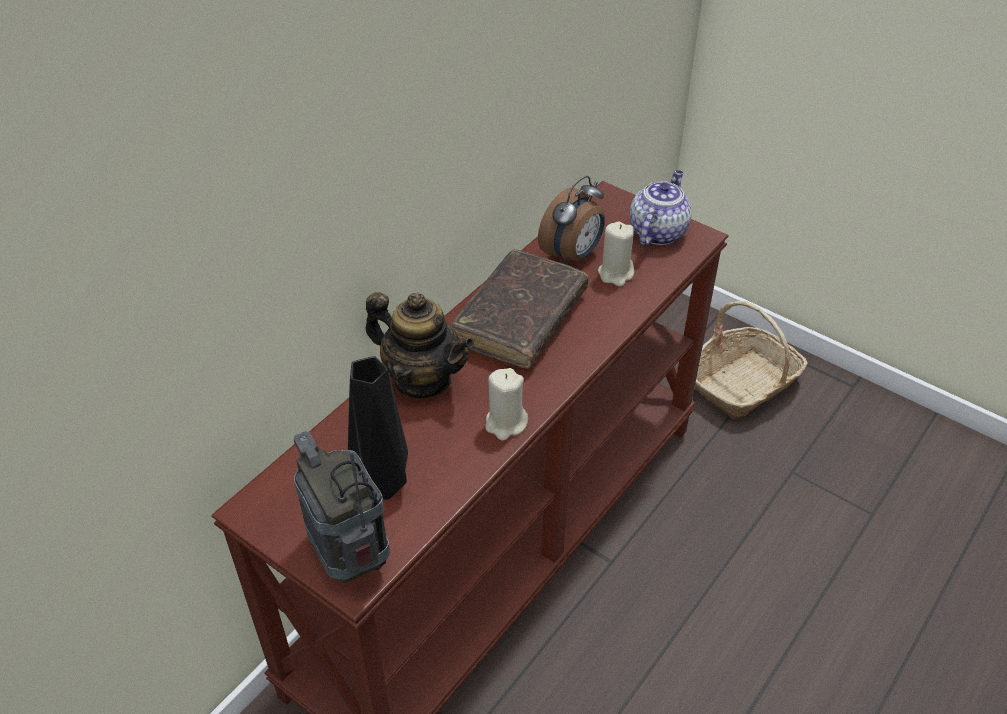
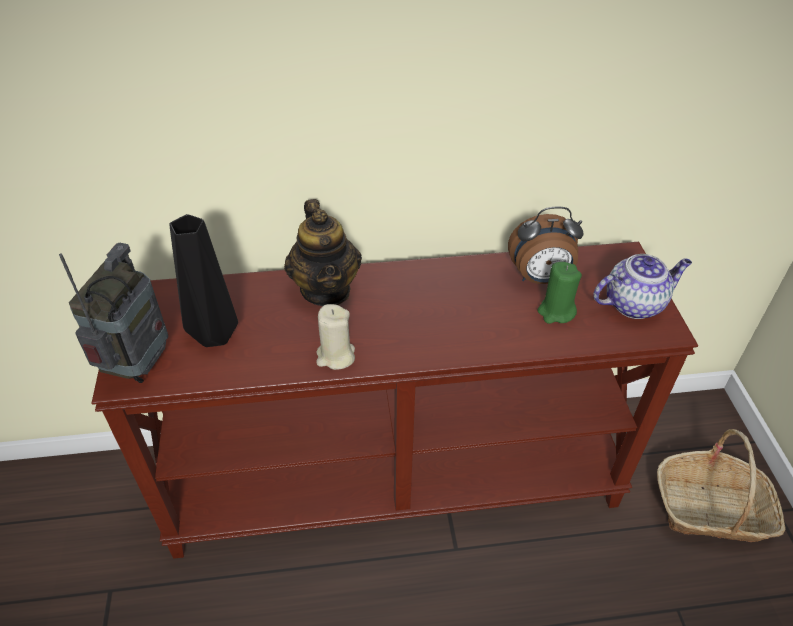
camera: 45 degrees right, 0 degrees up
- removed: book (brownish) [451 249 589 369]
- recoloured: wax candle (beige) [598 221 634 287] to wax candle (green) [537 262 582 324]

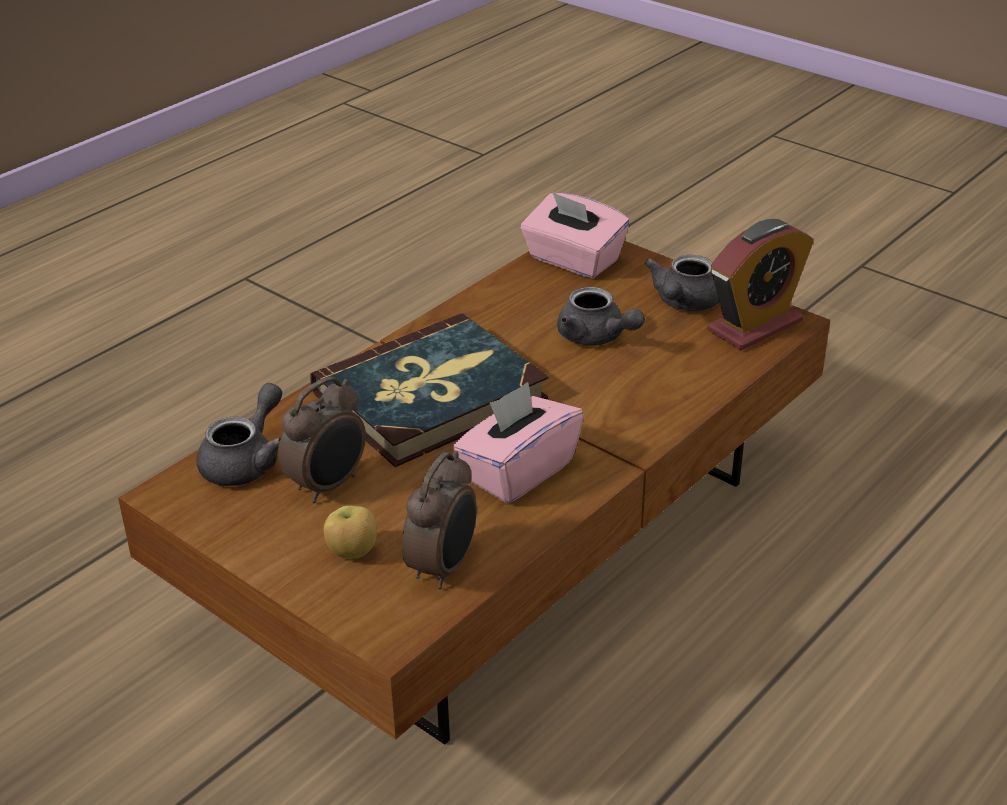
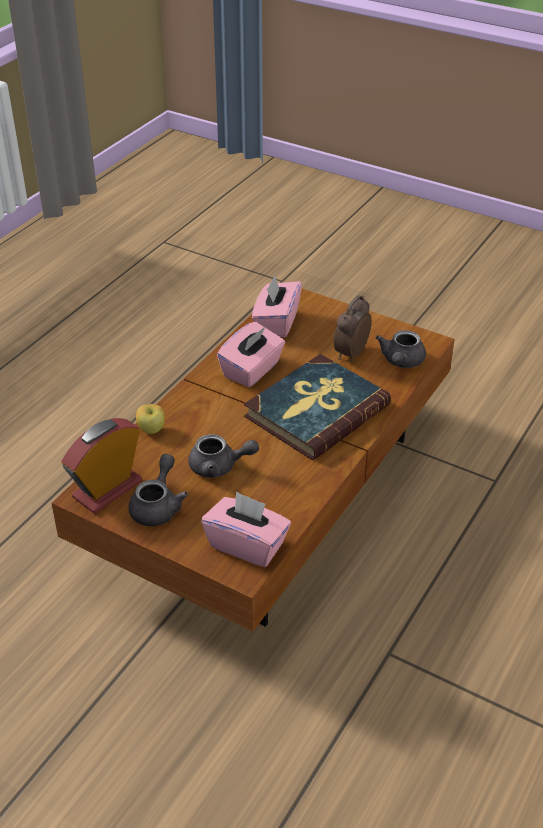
camera: 170 degrees right, 5 degrees up
- moved: whole apple [324 506 377 559] to [136 404 165 434]
- replaced: table clock [402 451 477 589] to tissue box (pink) [252 275 302 337]
- turned: pot for tea (gray) [557 287 645 346] = [188 434 259 478] 150 degrees clockwise

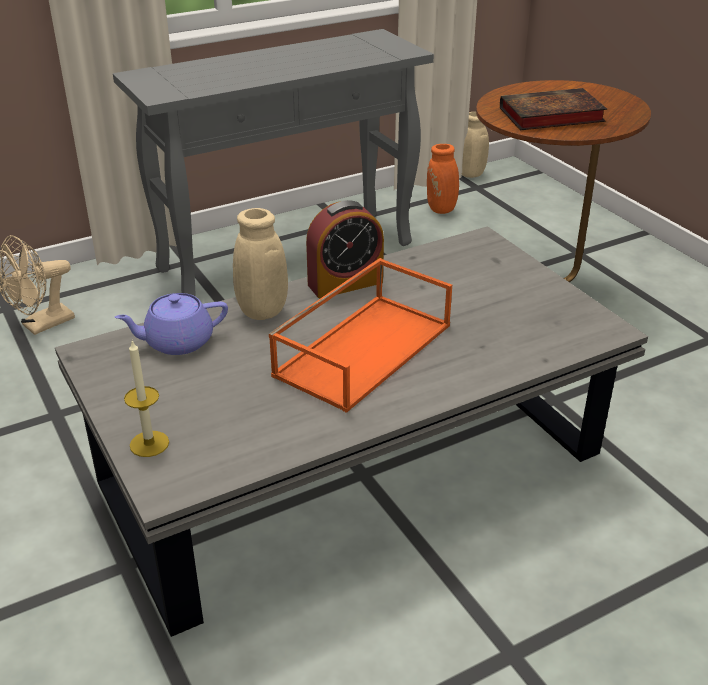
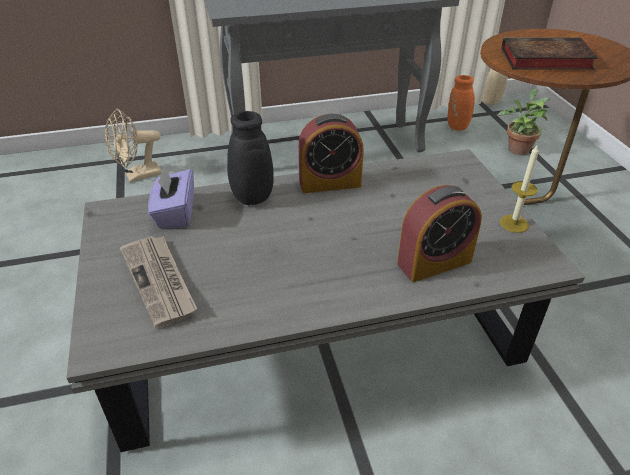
camera: 15 degrees right, 5 degrees up
- replaced: pot for tea (purple) [115 293 228 355] to tissue box (purple) [148 167 194 228]
- moved: wax candle [124 340 169 457] to [500 144 539 233]
- recoloured: decorative vase (beige) [233 208 288 320] to decorative vase (blackish) [227 111 274 205]
- removed: carrying tray (orangey) [269 258 452 413]
- added: printed paper [120 236 197 329]
- added: table clock [397 185 482 282]
- added: houseplant [498 88 550 155]

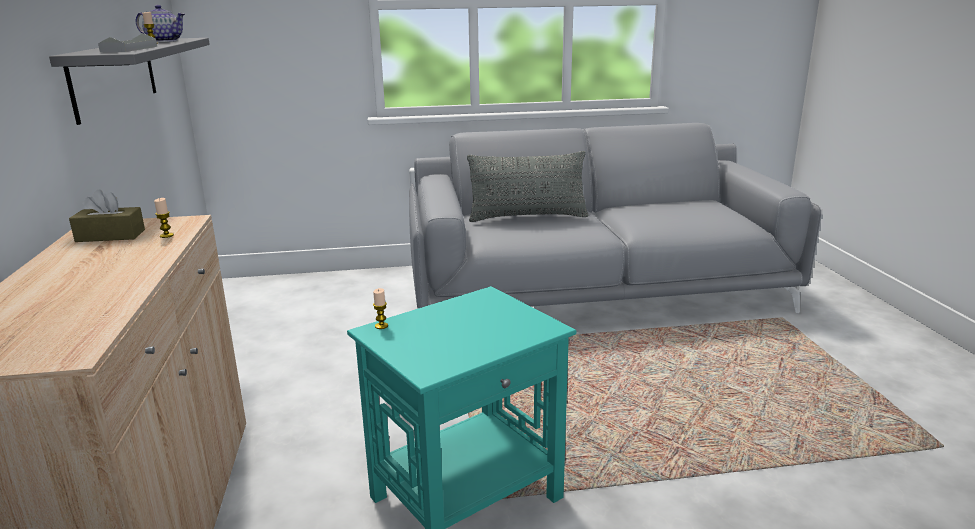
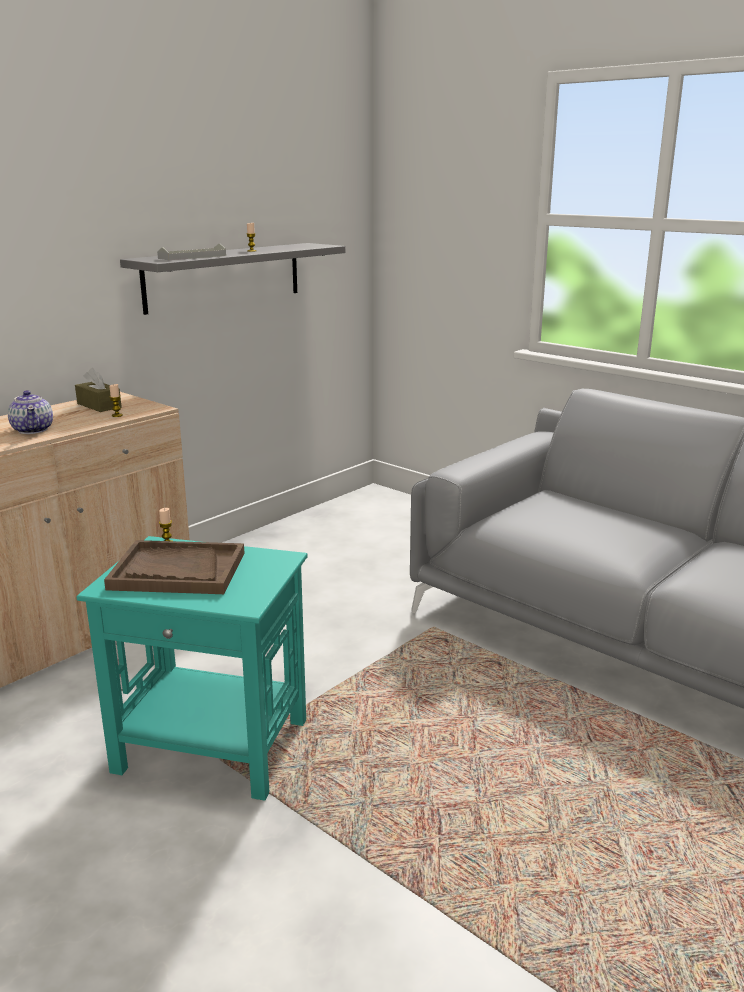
camera: 50 degrees right, 0 degrees up
- moved: pot for tea [136 5 185 42] to [8 390 53 434]
- removed: pillow (gray) [467 151 589 222]
- added: carrying tray (brownish) [104 540 244 594]

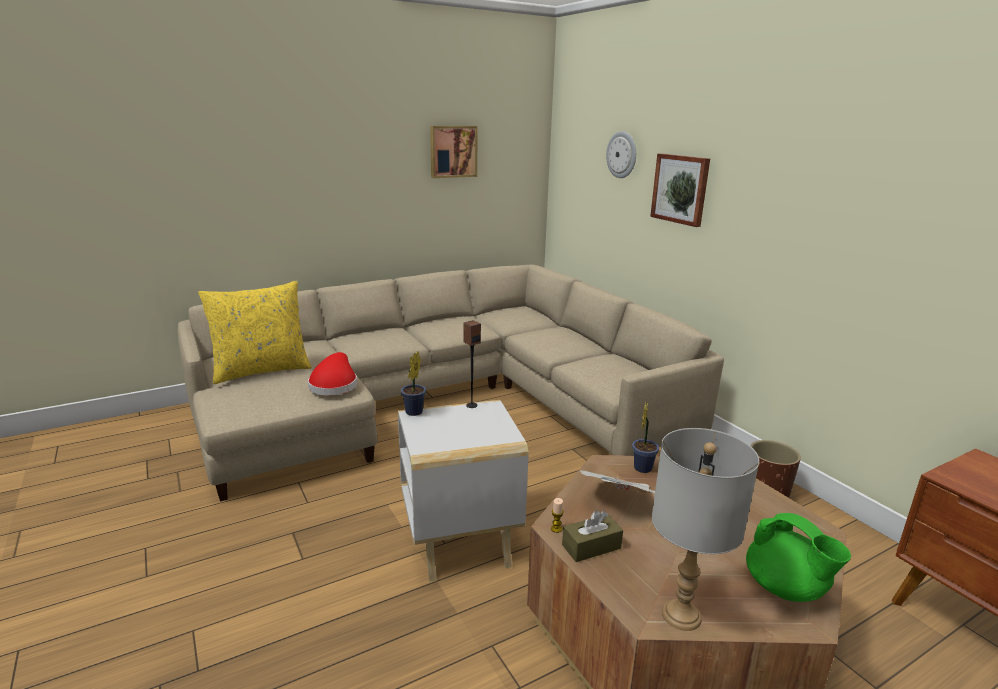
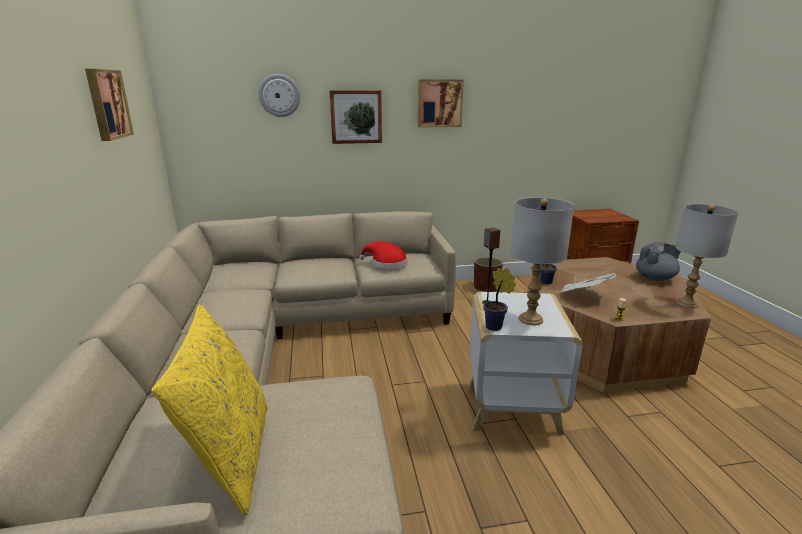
camera: 70 degrees left, 0 degrees up
- moved: hat (reddish) [308 352 357 395] to [359 242 407 269]
- removed: tissue box (brownish) [562 510 623 562]
- recoloured: pot for tea (green) [746 513 851 602] to pot for tea (gray) [636 242 681 281]
- added: picture [418 80 464 128]
- added: tabletop lamp (gray) [510 197 574 326]

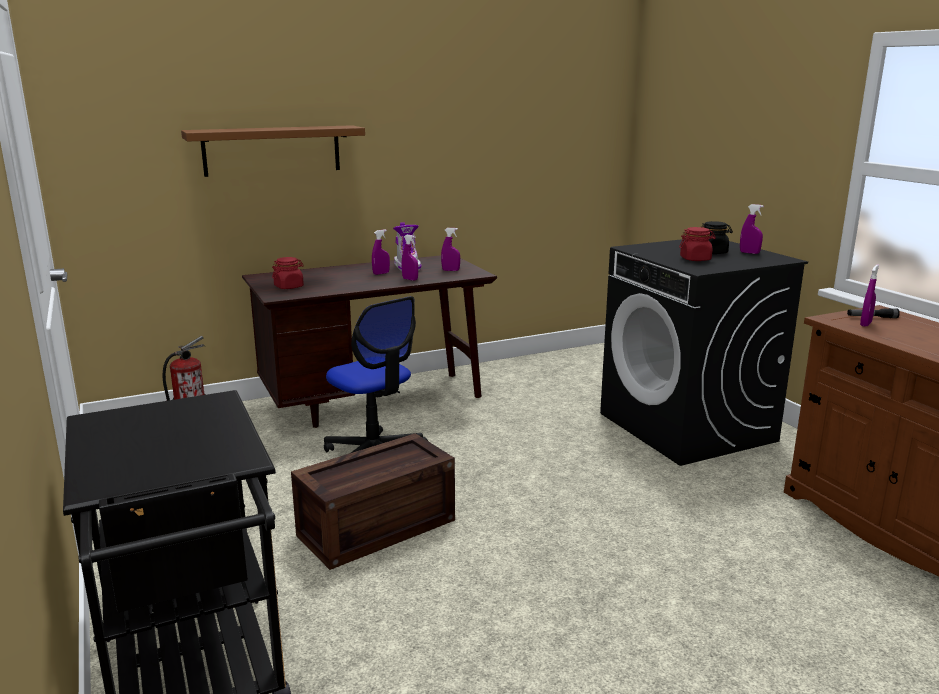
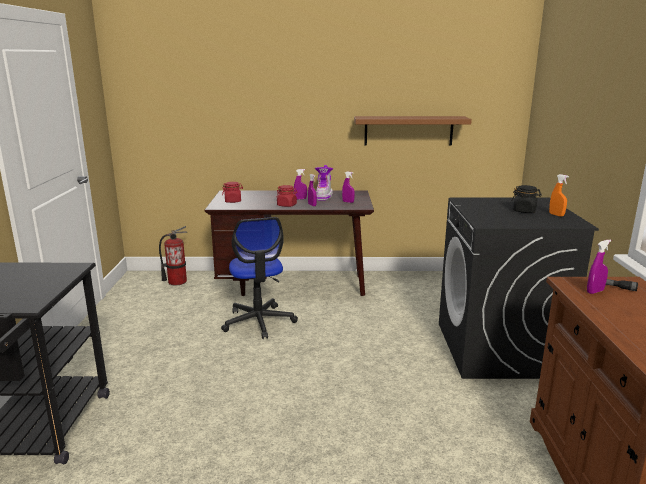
camera: 25 degrees right, 0 degrees up
- moved: shelf (brownish) [181 125 365 177] to [354 116 472 145]
- removed: shipping crate [291 433 455 570]
- moved: preserve jar (reddish) [679 227 716 261] to [276 185 297 207]
- recoloured: spray bottle (purple) [740 204 764 254] to spray bottle (orangey) [549 174 569 217]

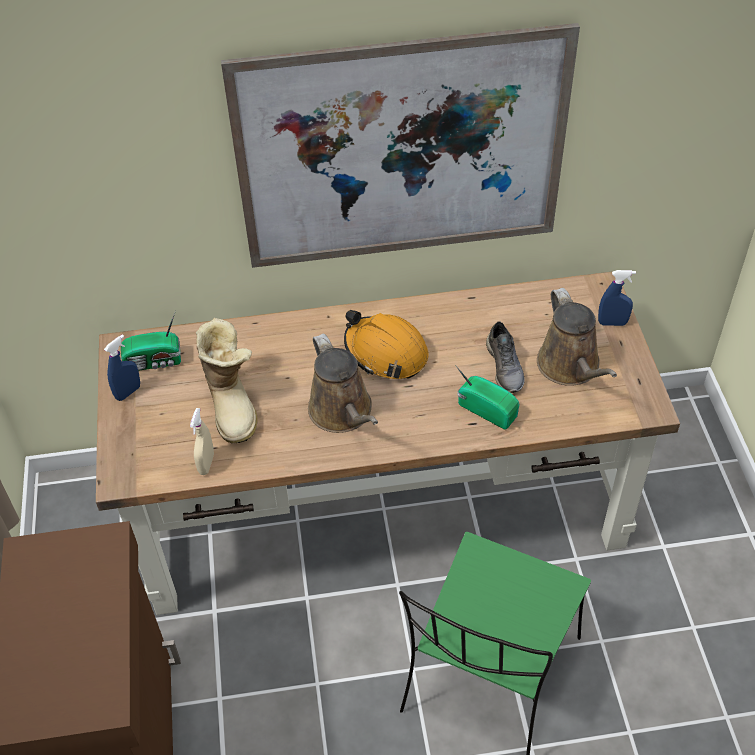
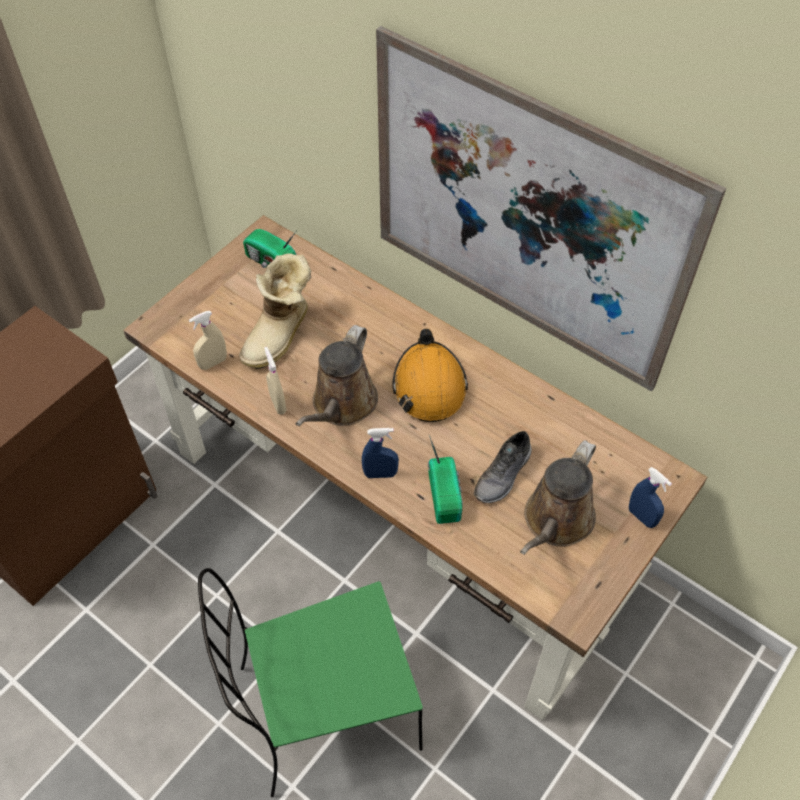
camera: 45 degrees right, 5 degrees up
- moved: spray bottle (blue) [104 334 140 401] to [362 428 399 478]
- added: spray bottle (beige) [264 347 287 414]

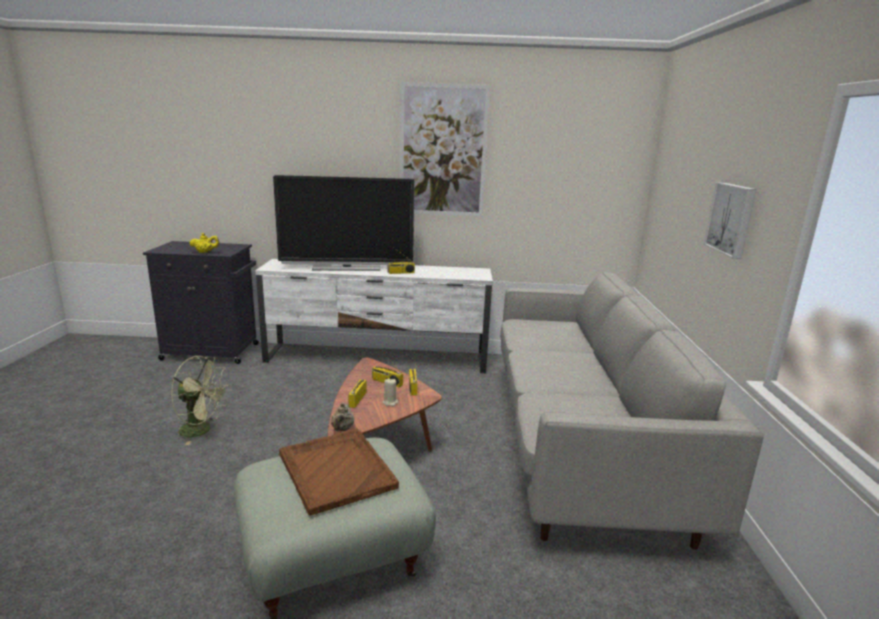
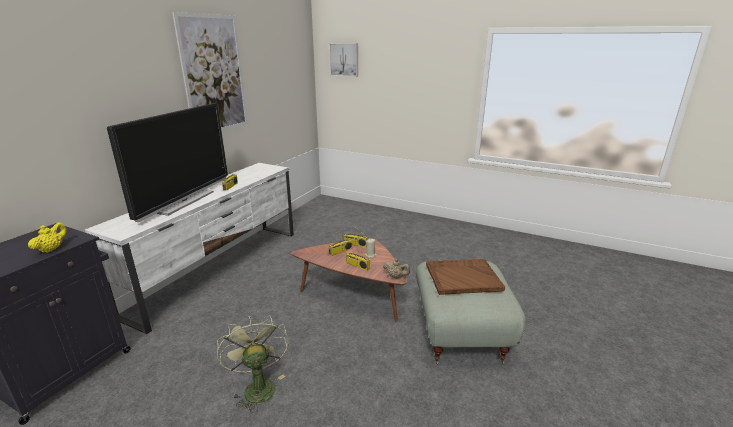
camera: 65 degrees left, 5 degrees up
- turned: cooling fan (green) [171 356 230 445] = [217 315 289 413] 60 degrees counterclockwise
- removed: sofa (gray) [500 272 764 550]
- moved: picture [704 182 756 259] to [329 43 358 77]

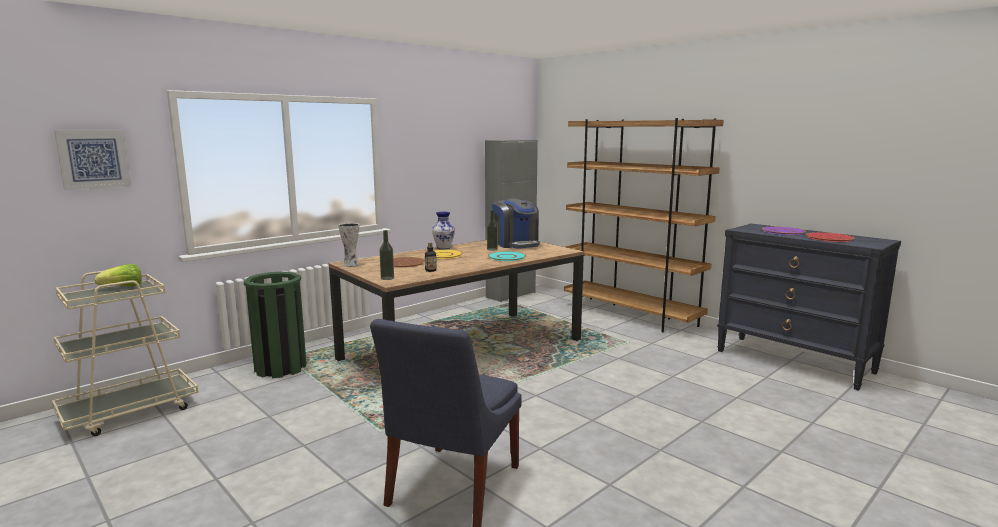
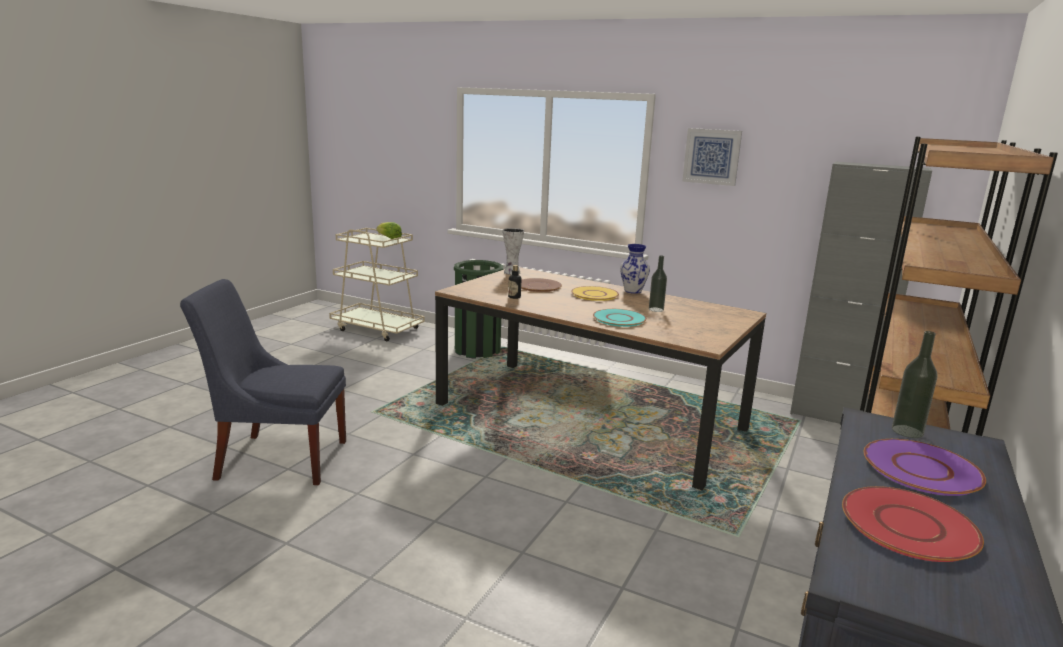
camera: 70 degrees right, 5 degrees up
- moved: picture [54 130 131 190] to [682 128 742 186]
- moved: bottle [379 230 394 280] to [892 331 937 438]
- removed: coffee maker [492 198 540 249]

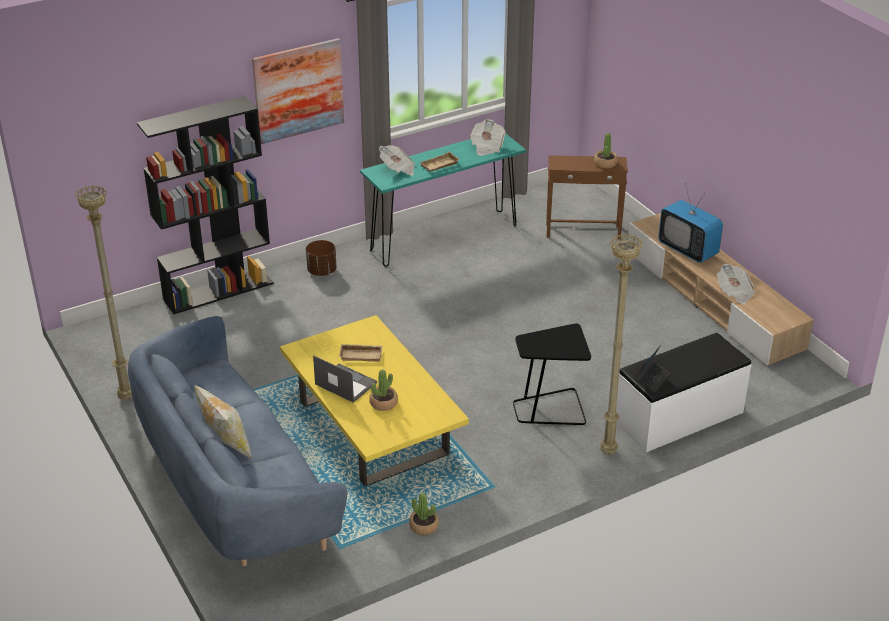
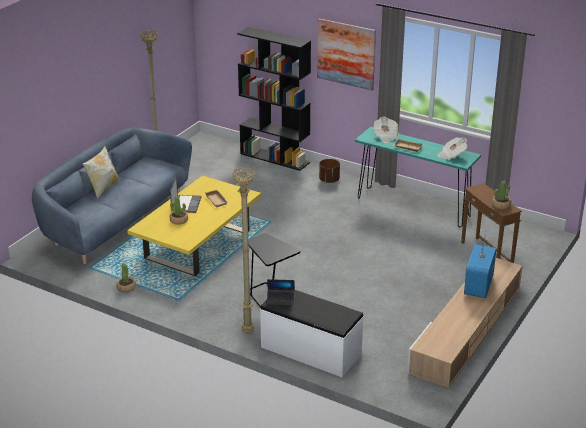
camera: 60 degrees right, 5 degrees down
- removed: printed paper [717 264 755 305]

